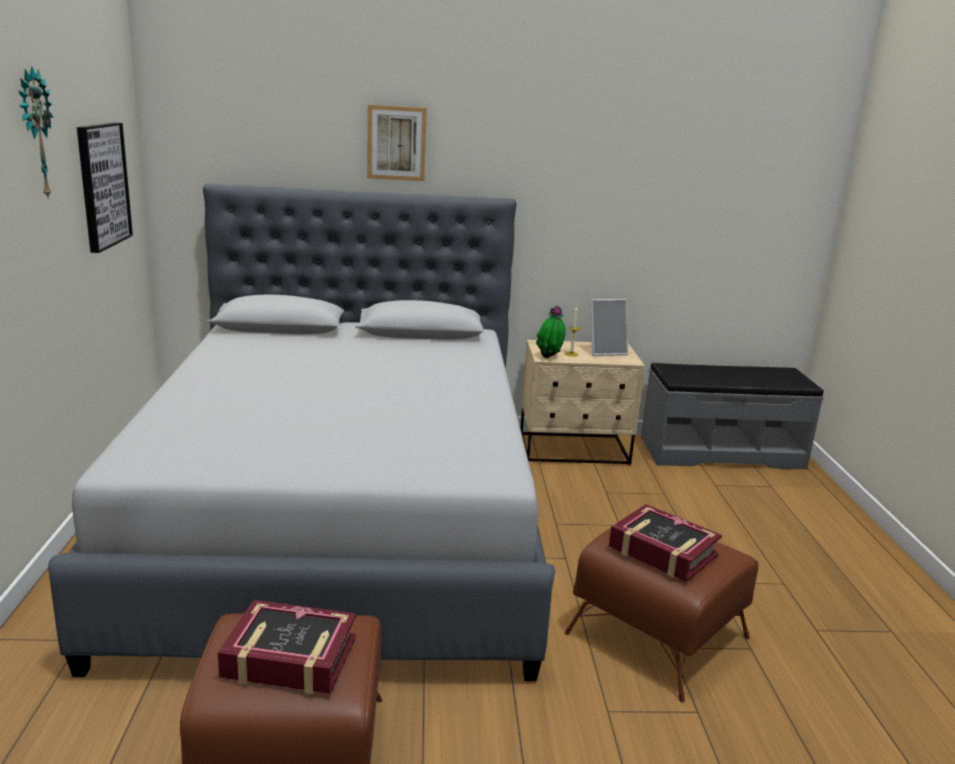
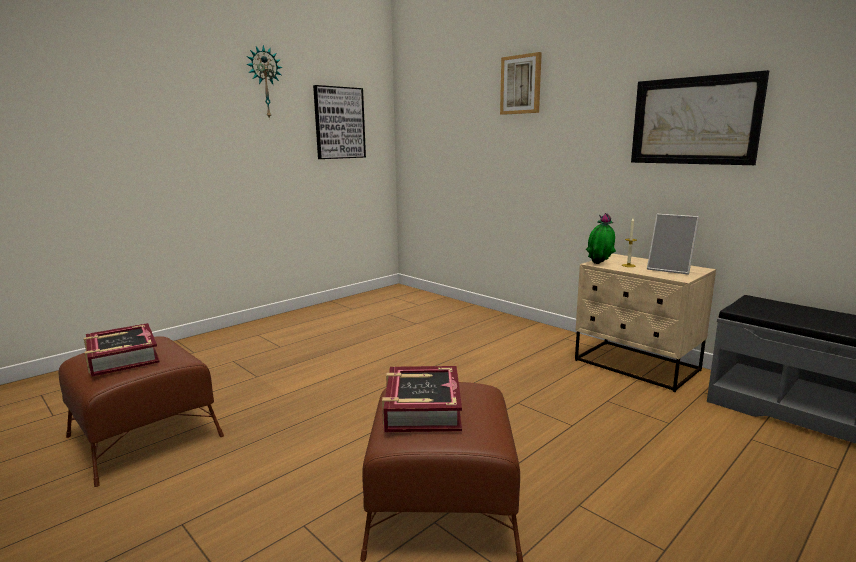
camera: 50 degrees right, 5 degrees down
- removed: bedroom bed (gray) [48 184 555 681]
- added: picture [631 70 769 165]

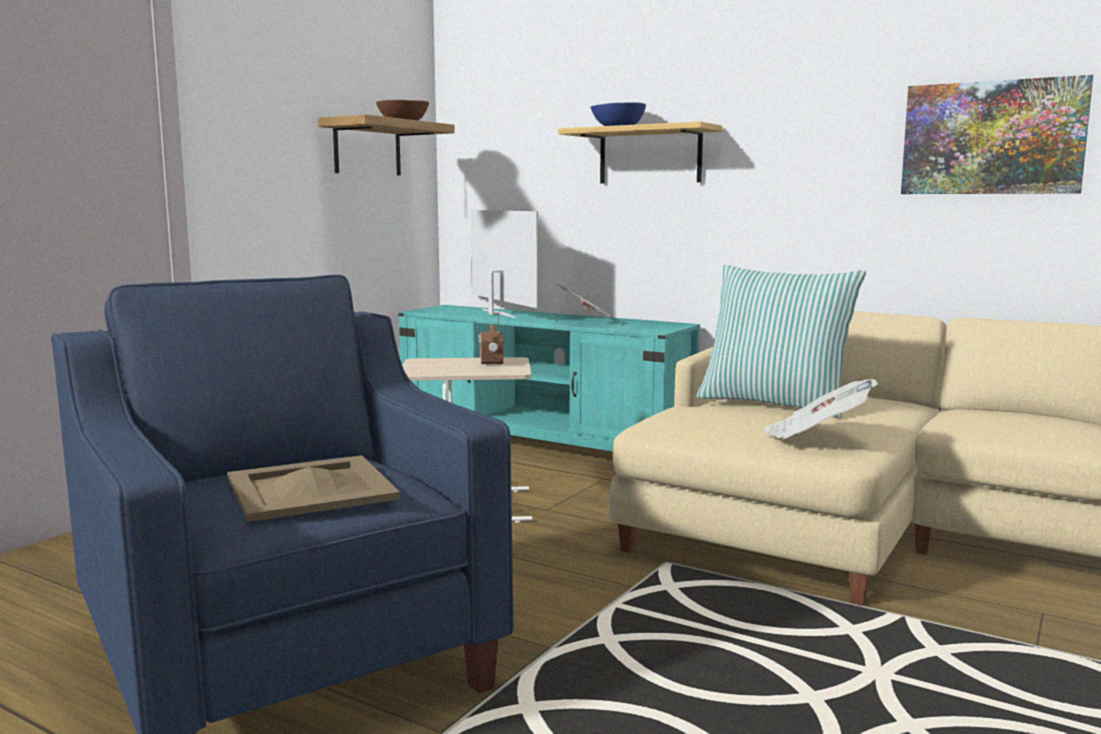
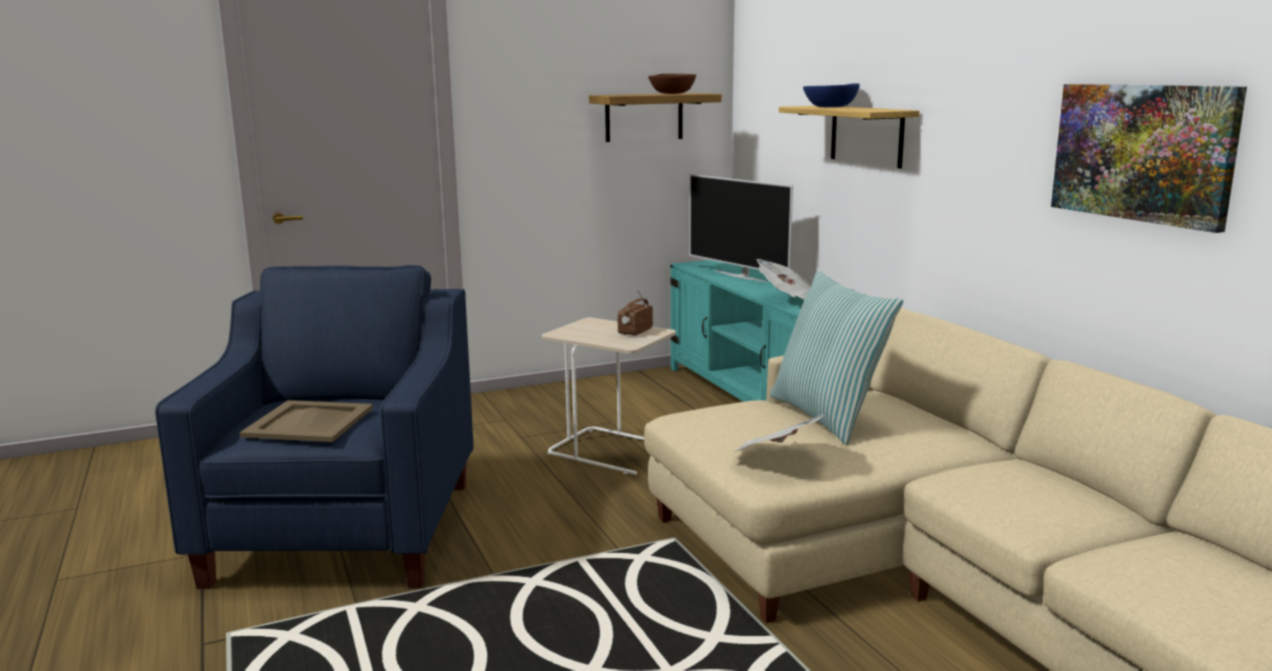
camera: 35 degrees right, 5 degrees up
- turned: television [471 210 538 318] = [689 174 793 282] 135 degrees clockwise

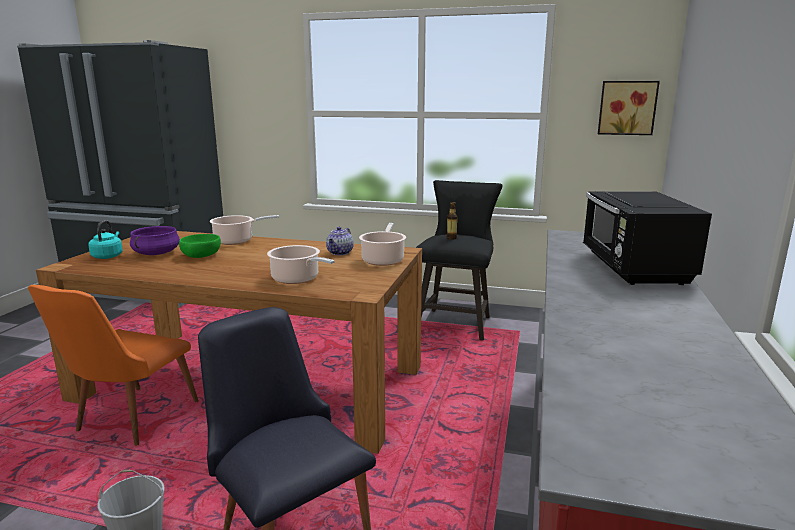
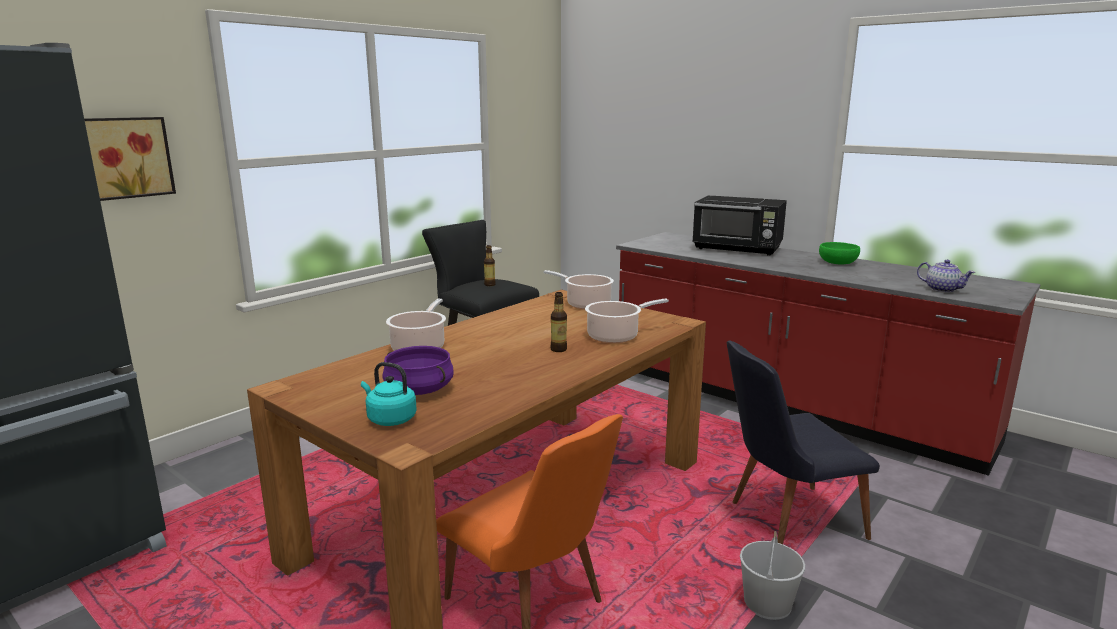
camera: 65 degrees left, 0 degrees up
- moved: deep dish (green) [179 234 221 258] to [819 242 860 265]
- moved: pot for tea [326 227 354 255] to [917 260 975 293]
- moved: picture [598 81 660 135] to [84 117 176 201]
- added: bottle [551 292 567 352]

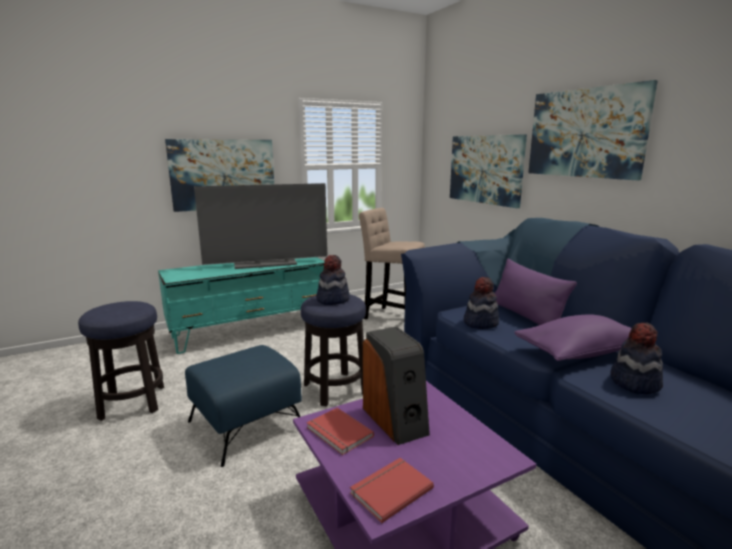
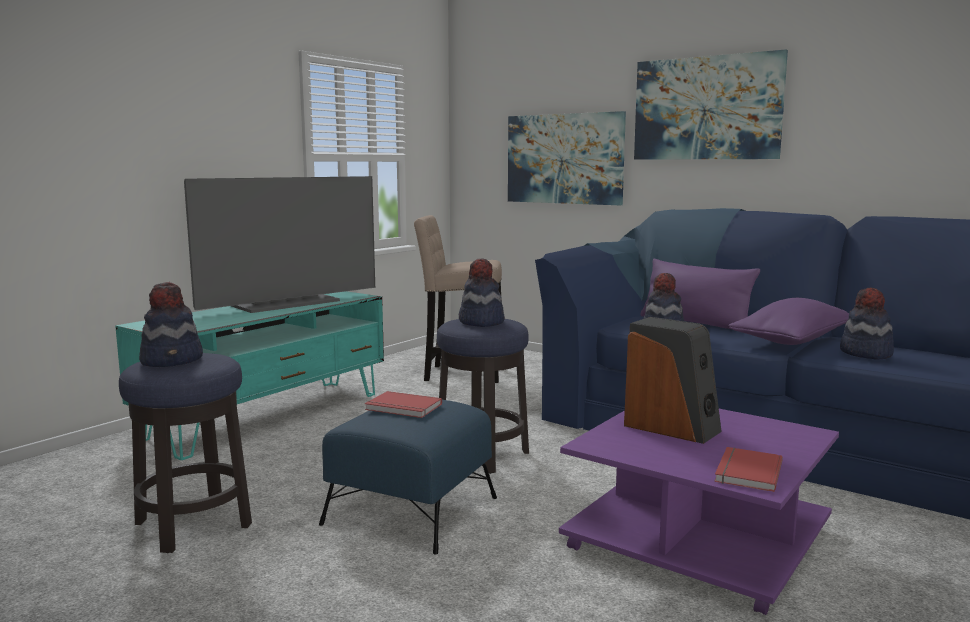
camera: 25 degrees left, 5 degrees down
- removed: picture [165 139 274 212]
- moved: book (reddish) [306 408 374 455] to [365 391 442 418]
- added: hat [139 282 203 367]

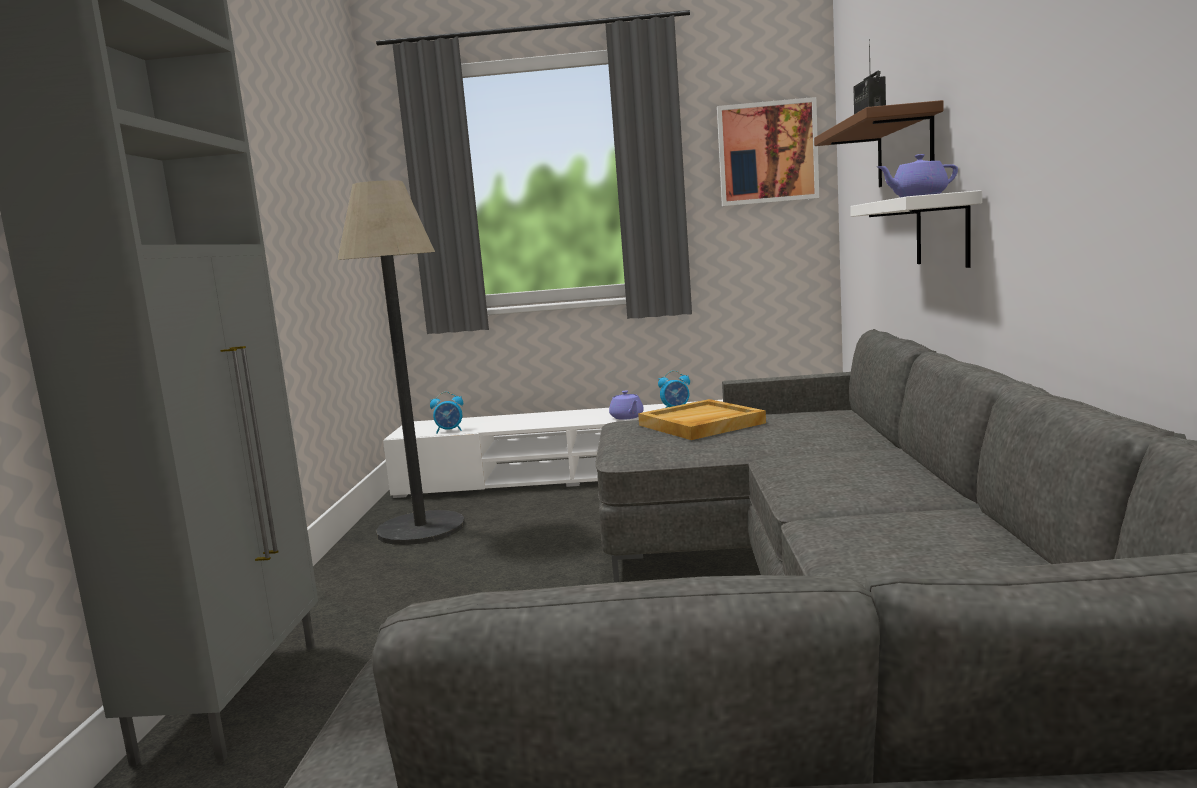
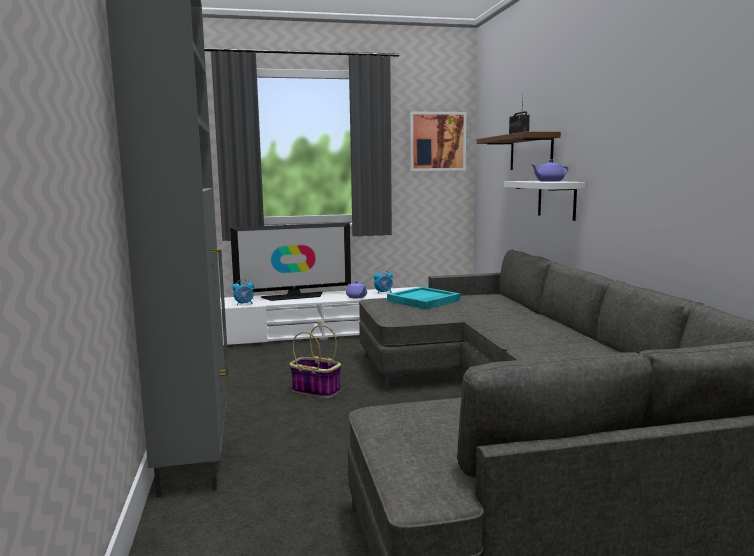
camera: 15 degrees left, 0 degrees up
- removed: standing lamp [338 180 465 545]
- recoloured: carrying tray (beige) [638 399 766 440] to carrying tray (turquoise-coloured) [387 287 461 309]
- added: television [230 222 351 301]
- added: household basket [290 325 341 398]

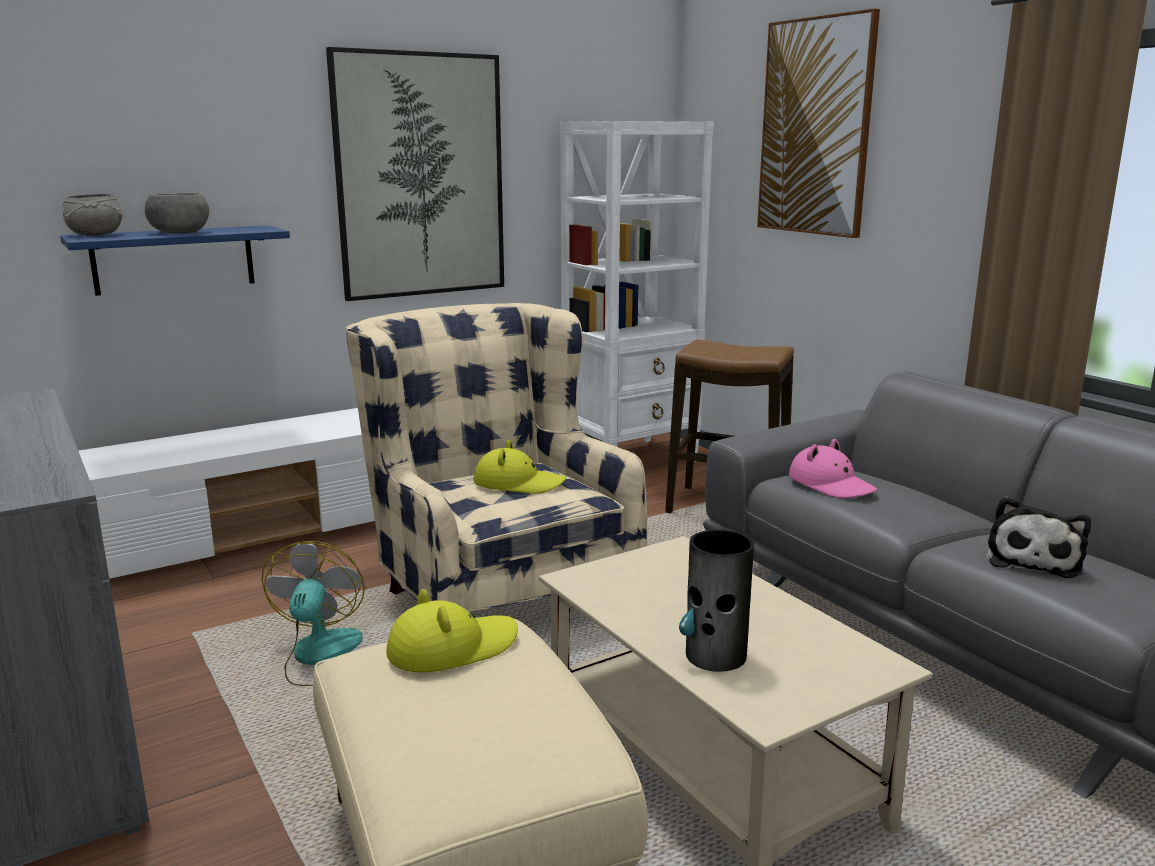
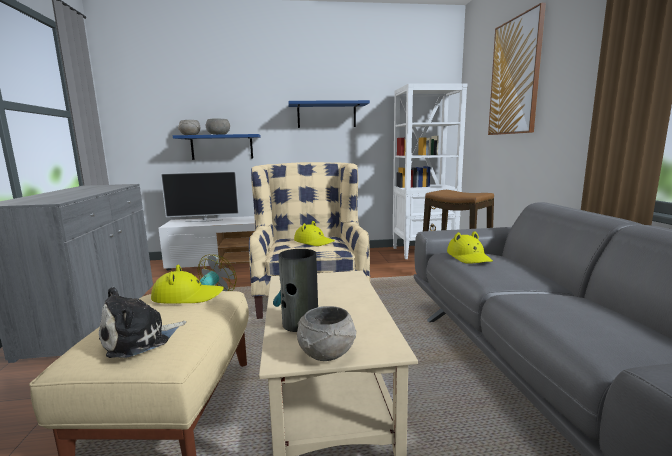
camera: 25 degrees right, 5 degrees down
- replaced: picture [326 47 504 301] to shelf (blue) [288 100 370 128]
- recoloured: hat (pink) [789 439 877 498] to hat (yellowish) [447 231 493 264]
- moved: soft toy [987 496 1091 578] to [99 286 186 358]
- added: television [161 171 239 222]
- added: deep dish (gray) [297 306 356 361]

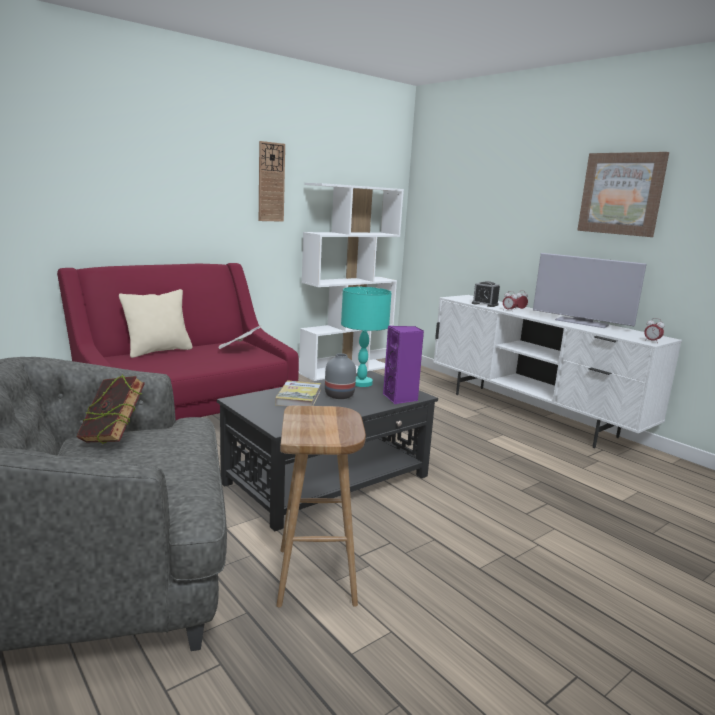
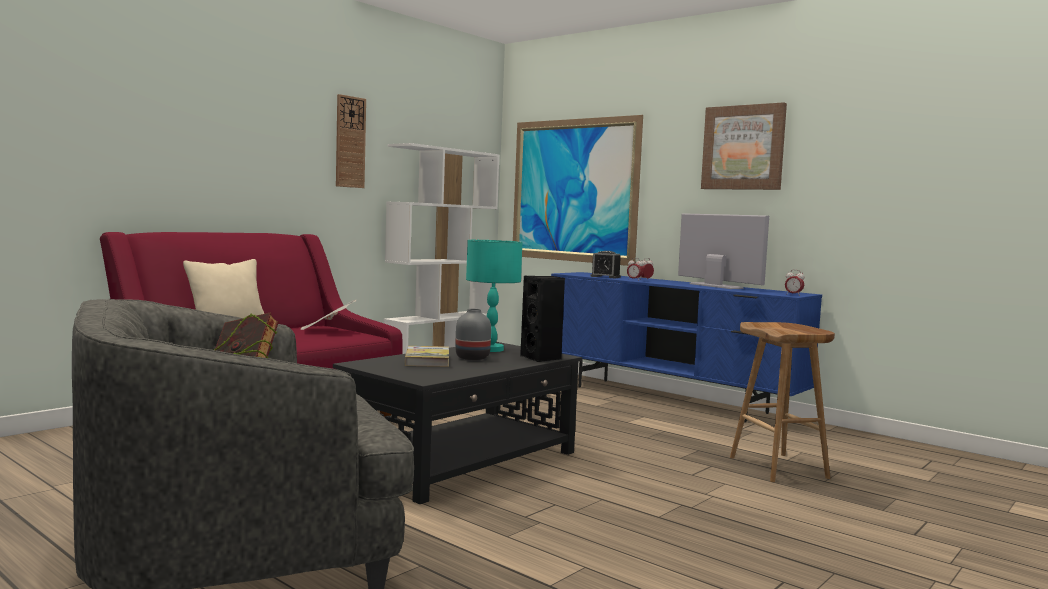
camera: 10 degrees left, 10 degrees down
- moved: stool (brownish) [276 406 366 607] to [730 322 835 482]
- recoloured: speaker (purple) [383 326 424 404] to speaker (blackish) [520 276 565 362]
- recoloured: tv stand (whitish) [433 295 682 448] to tv stand (blue) [551 272 822 423]
- turned: television [533 253 646 328] = [678 213 769 289] 150 degrees counterclockwise
- added: picture [513 115 643 266]

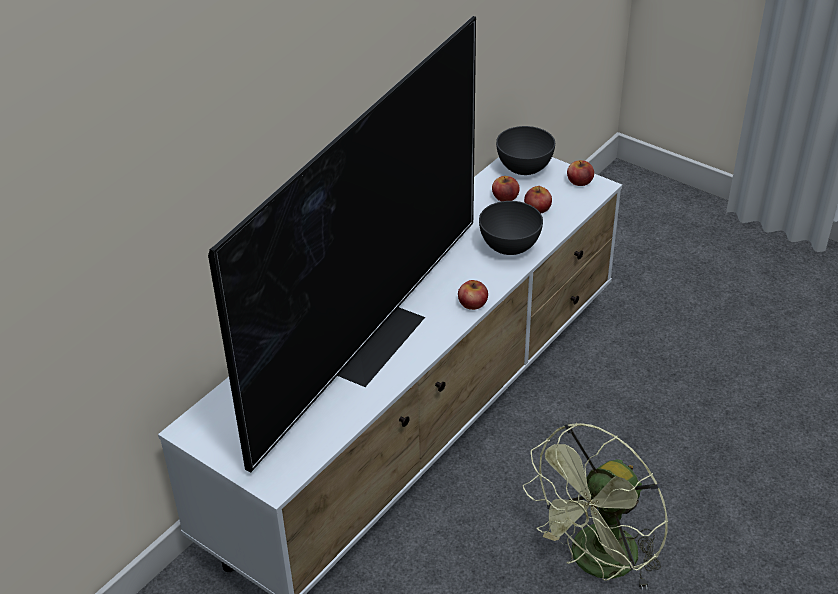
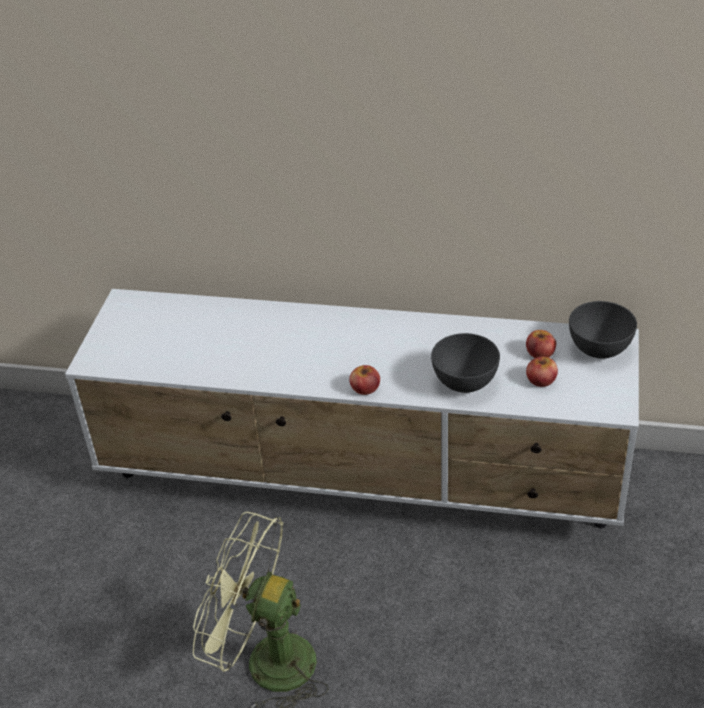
camera: 65 degrees right, 0 degrees up
- removed: television [208 16 476 472]
- removed: whole apple [567 160 594 186]

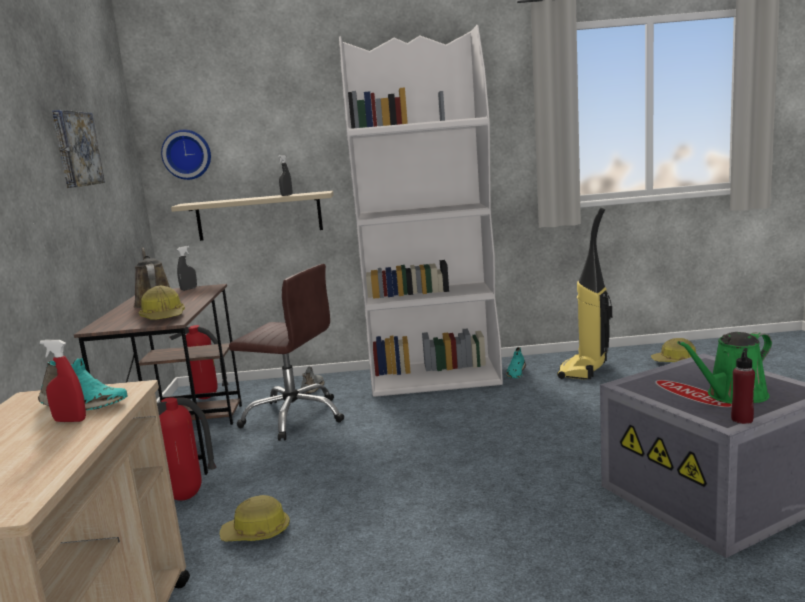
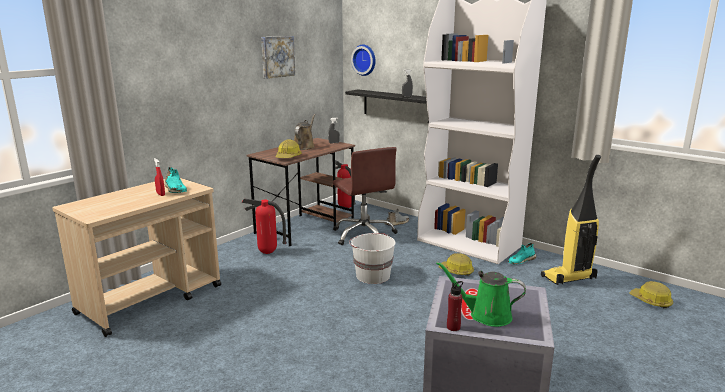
camera: 40 degrees right, 5 degrees up
- recoloured: shelf (beige) [171 191 334 241] to shelf (blackish) [345 89 429 123]
- moved: safety helmet [220 495 290 542] to [439 253 474 276]
- added: water bucket (whitish) [349 233 396 284]

